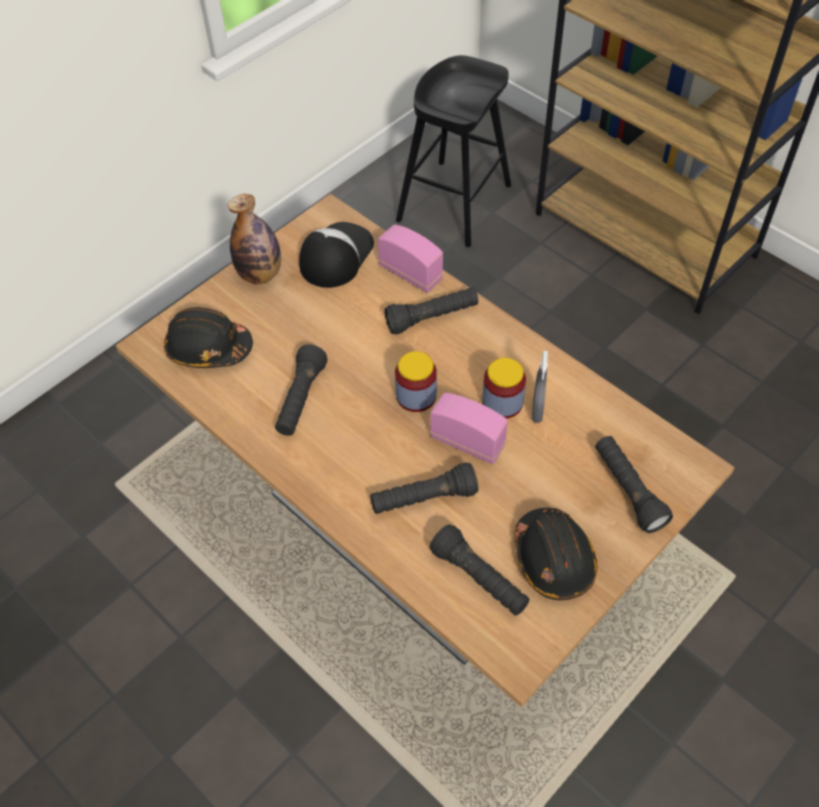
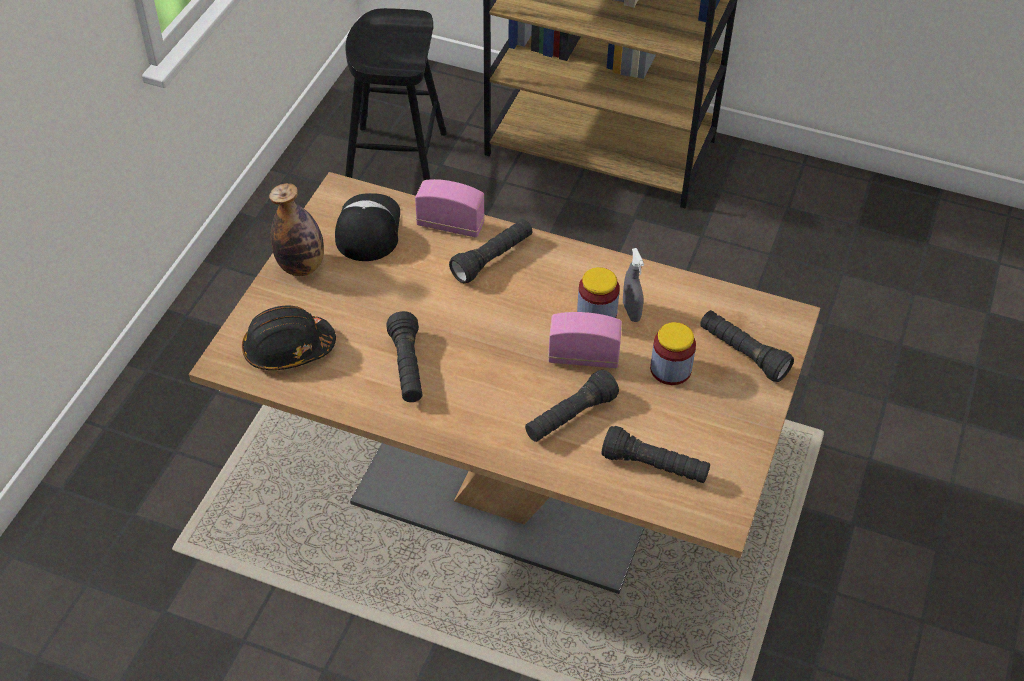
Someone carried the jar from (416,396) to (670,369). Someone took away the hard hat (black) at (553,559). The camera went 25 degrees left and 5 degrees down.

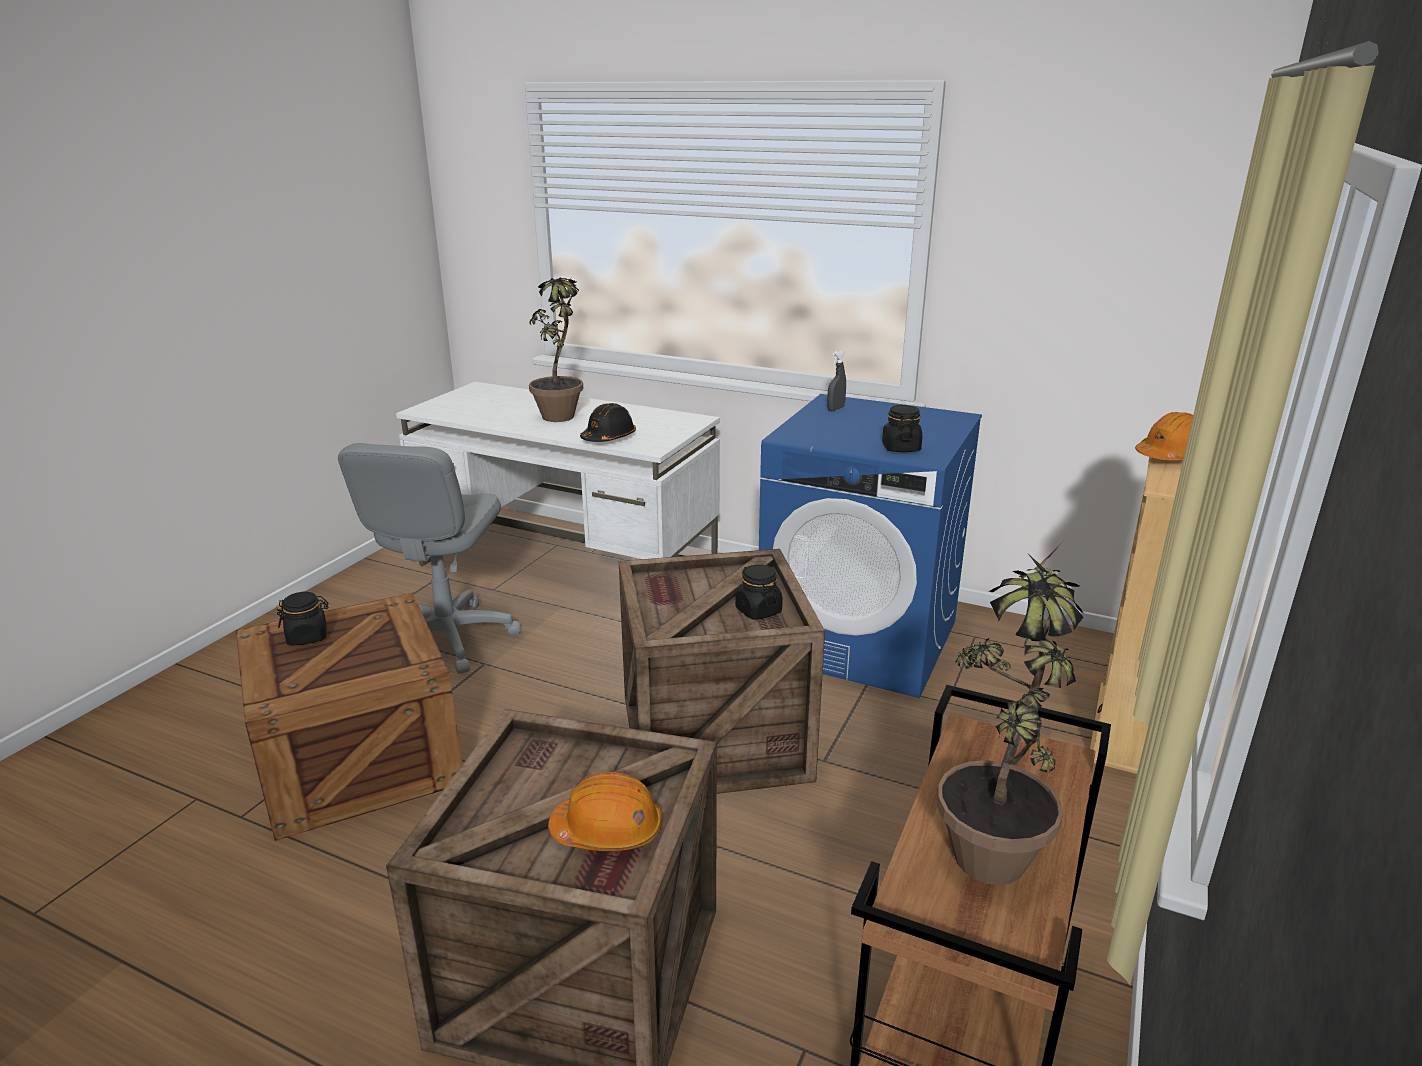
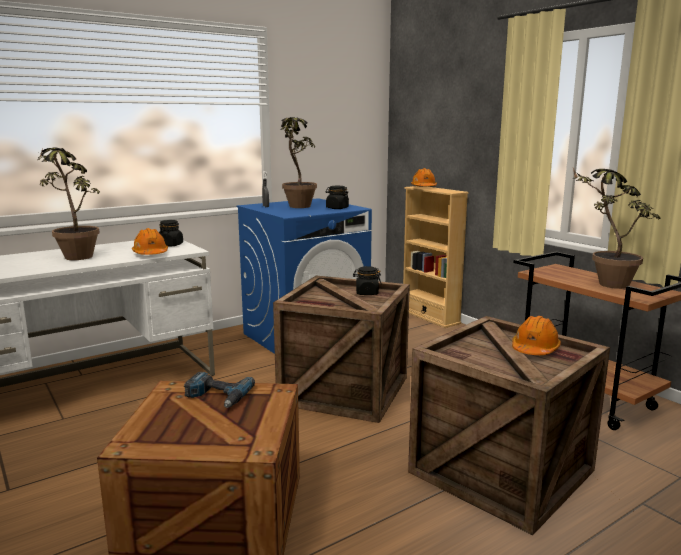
Someone repainted the hard hat (black) at (609,438), which became the hard hat (orange) at (150,254). Someone took away the office chair (grey) at (446,638). Someone carried the jar (black) from (308,636) to (170,245). Someone put down the potted plant at (297,207). Someone put down the power drill at (217,397). The camera went 60 degrees left and 10 degrees down.

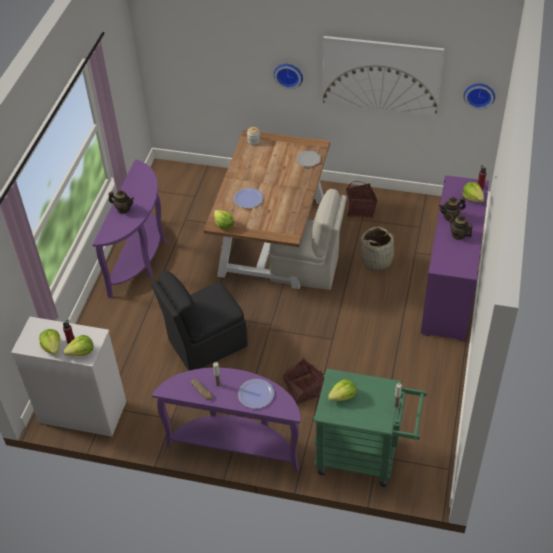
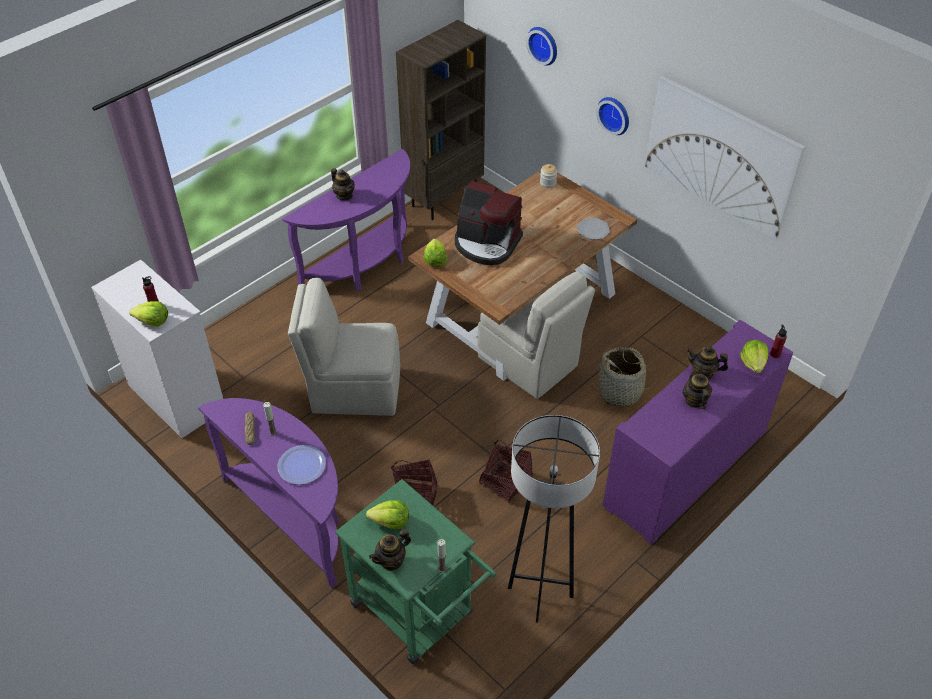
Someone carried the wall clock from (479,94) to (544,44). Someone carried the basket from (360,209) to (505,481). Someone swapped the plate at (248,198) for the coffee machine at (486,244). Someone repainted the chair (black) at (205,343), which became the chair (beige) at (353,390). Someone took away the lettuce at (52,346). Someone put down the bookcase (brown) at (444,198). Someone put down the floor lamp (grey) at (540,592). Someone put down the teapot at (391,561). The camera went 30 degrees right and 0 degrees up.

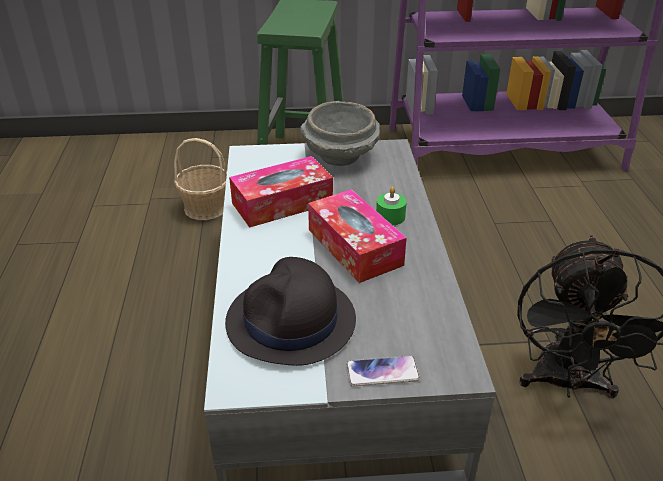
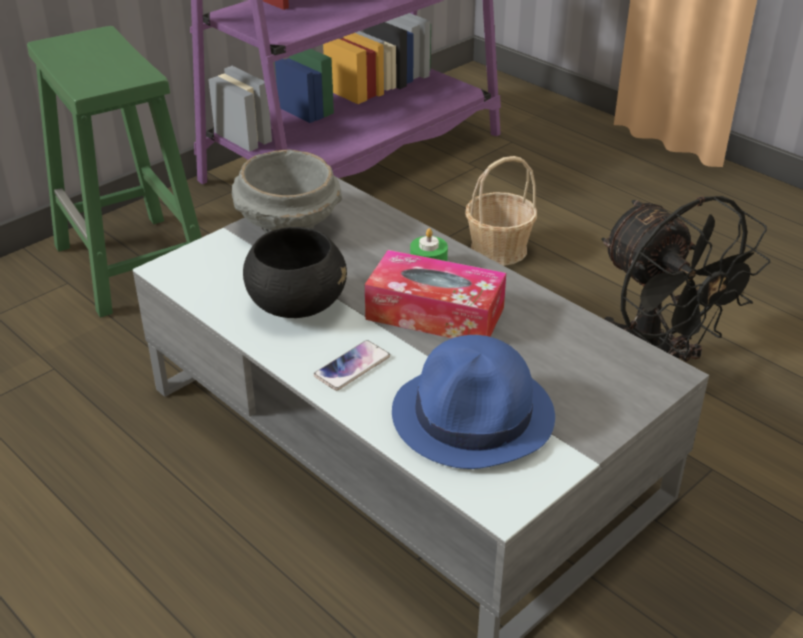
Someone carried the basket from (205,207) to (498,249). Someone swapped the tissue box at (282,203) for the bowl (black) at (296,305). Someone repainted the hat (black) at (291,322), which became the hat (blue) at (474,416). Someone carried the phone from (382,372) to (352,366). The camera went 40 degrees left and 0 degrees up.

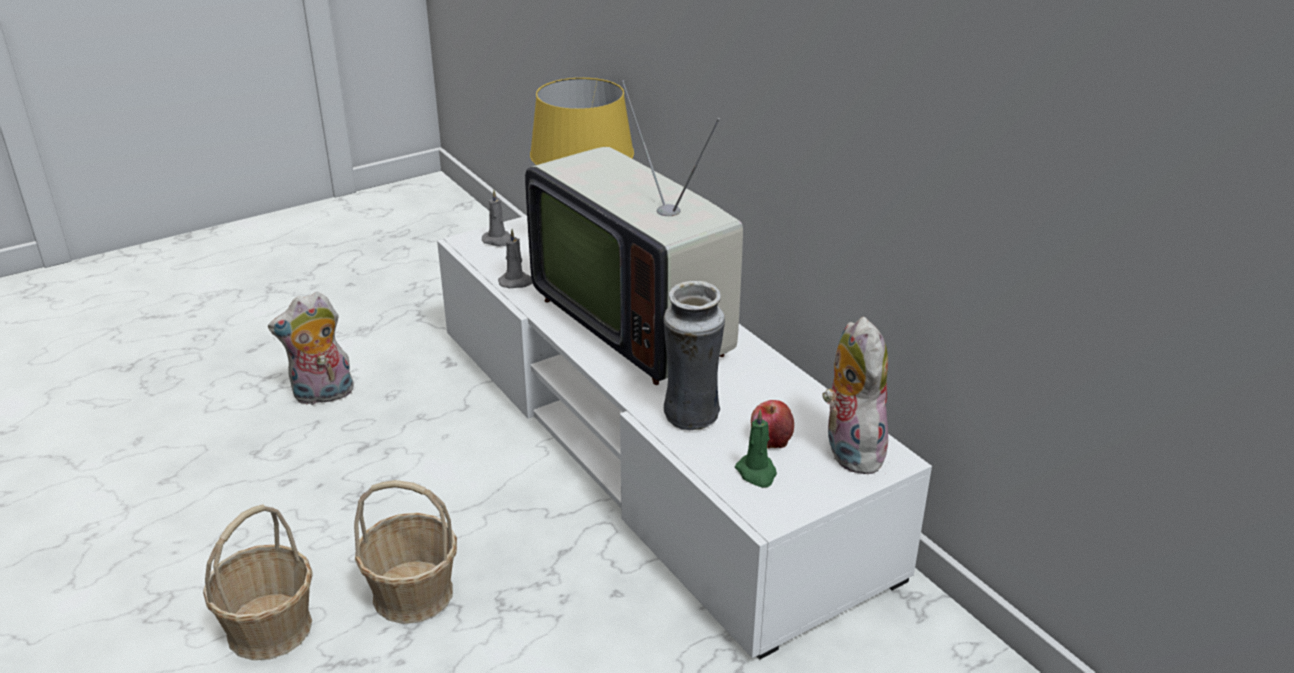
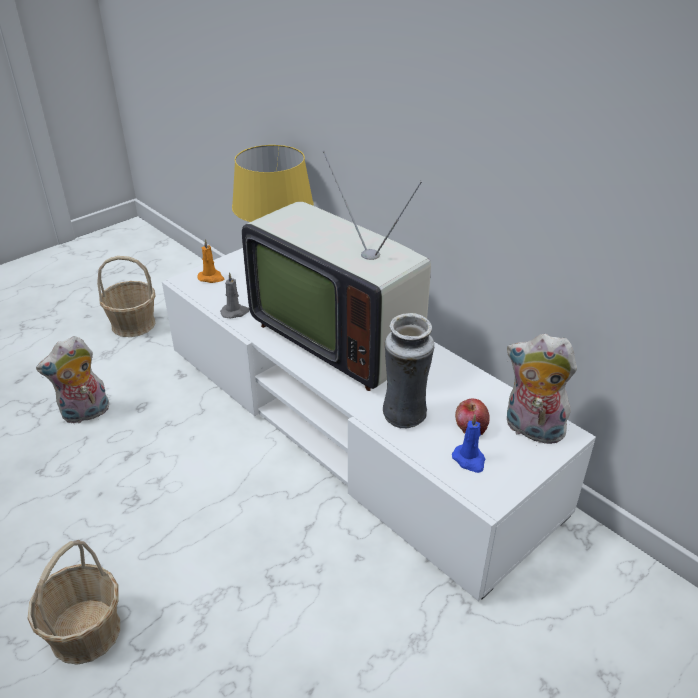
Someone repainted the candle (grey) at (499,241), which became the candle (orange) at (211,278). Someone rotated the plush toy at (849,449) by 45 degrees counterclockwise. Someone repainted the candle (green) at (757,473), which became the candle (blue) at (469,460). Someone carried the basket from (412,593) to (133,324). The camera went 10 degrees left and 5 degrees up.

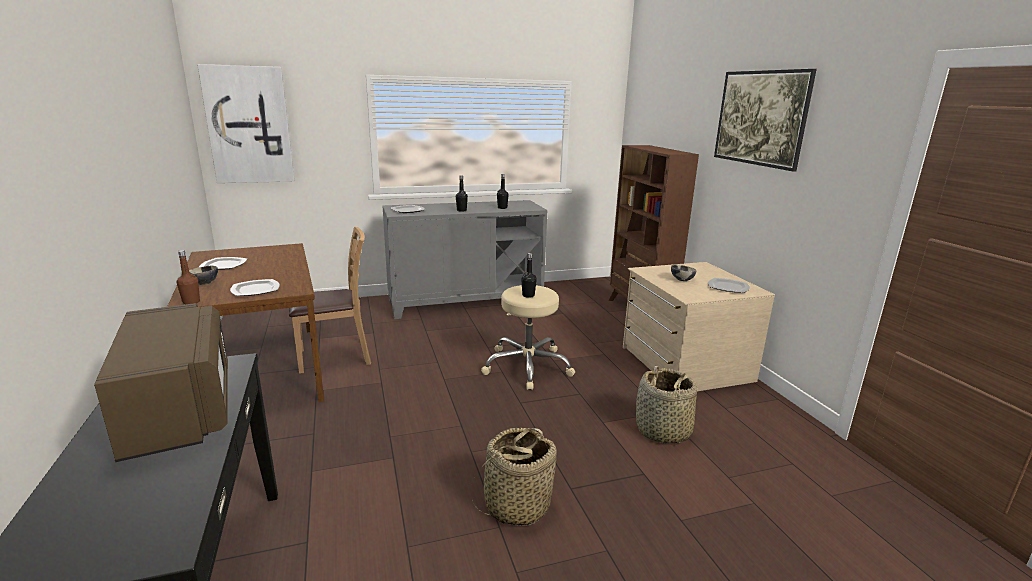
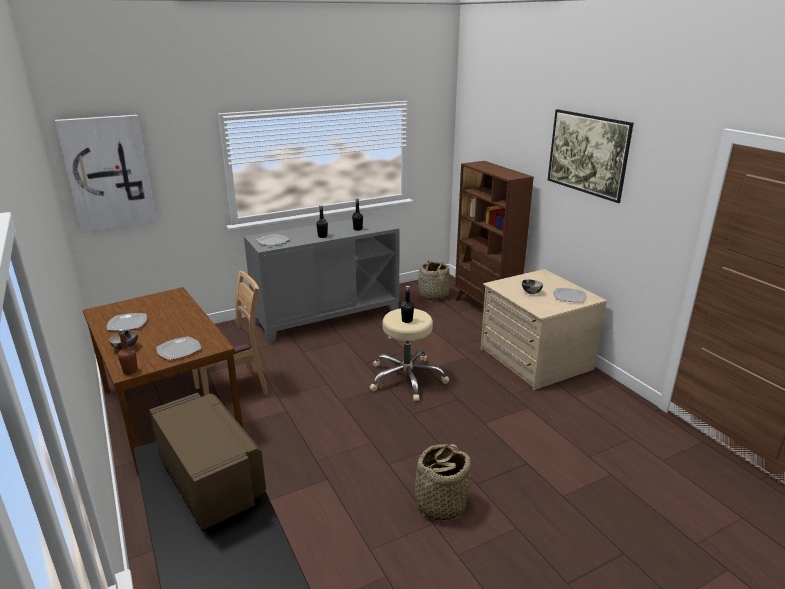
Someone carried the basket from (663,431) to (433,295). The camera went 10 degrees left and 5 degrees up.

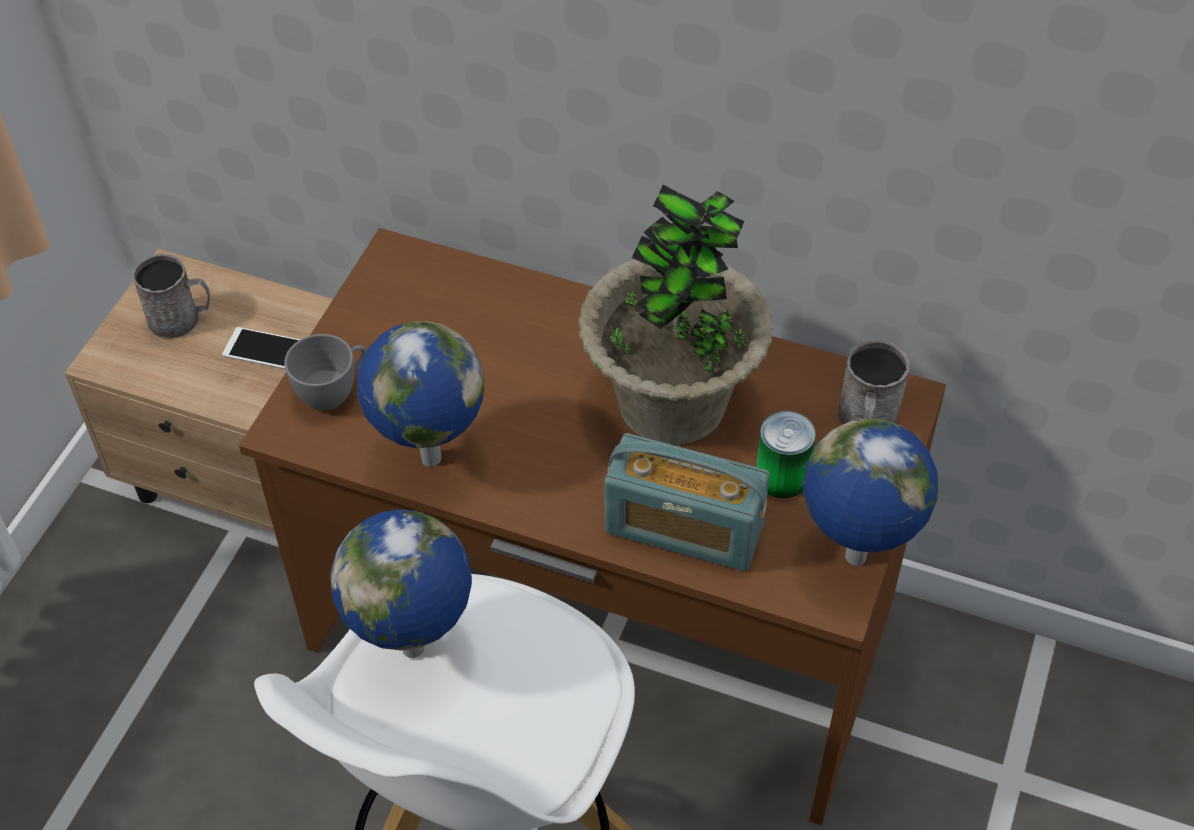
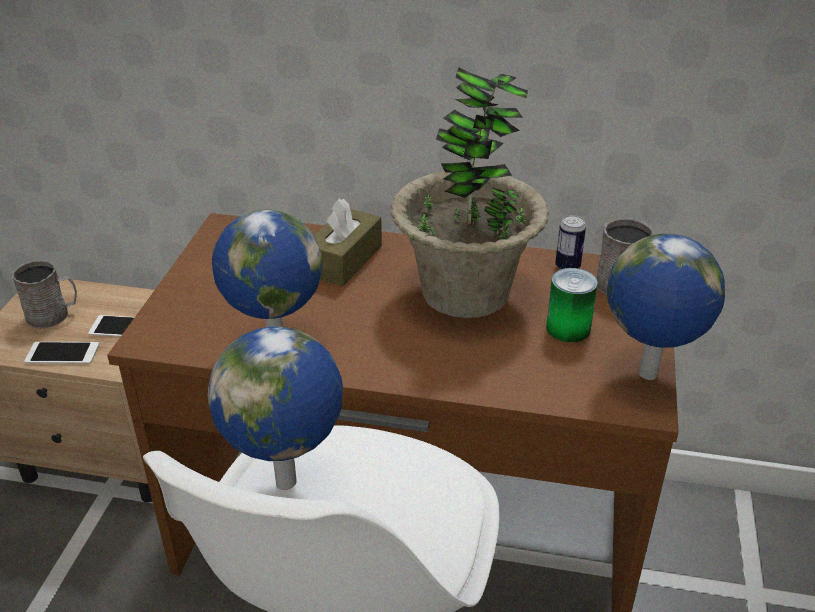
Someone took away the cup (grey) at (333,392). Someone took away the radio at (683,529). Someone put down the tissue box (brown) at (344,260). Someone put down the can at (567,266). Someone put down the phone at (62,353). The camera went 10 degrees left and 15 degrees down.

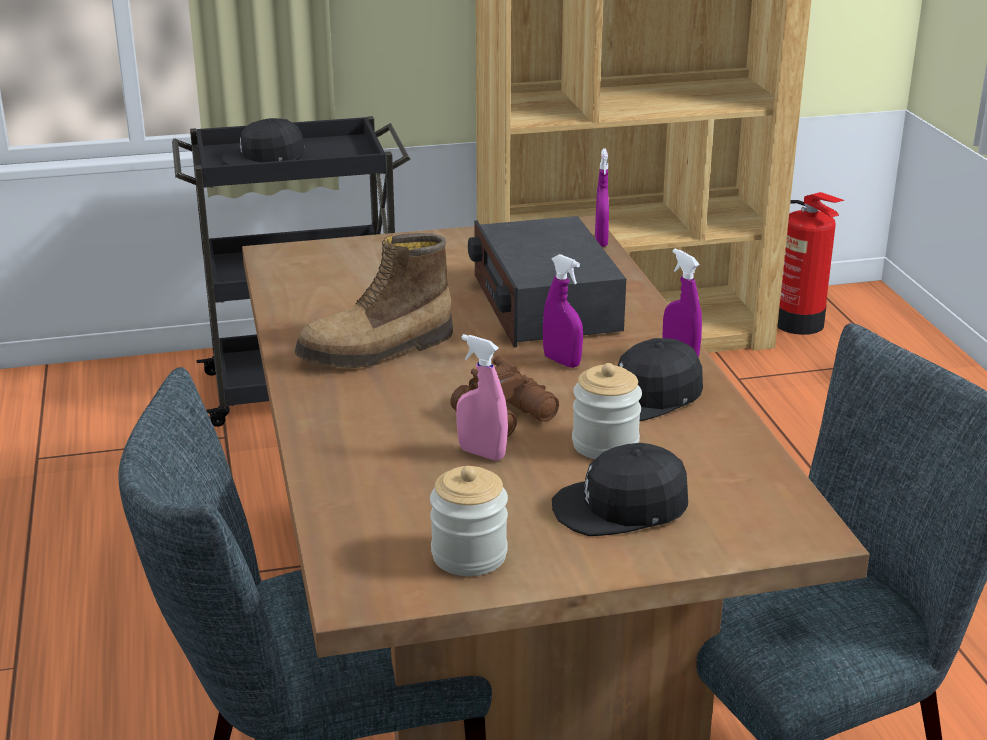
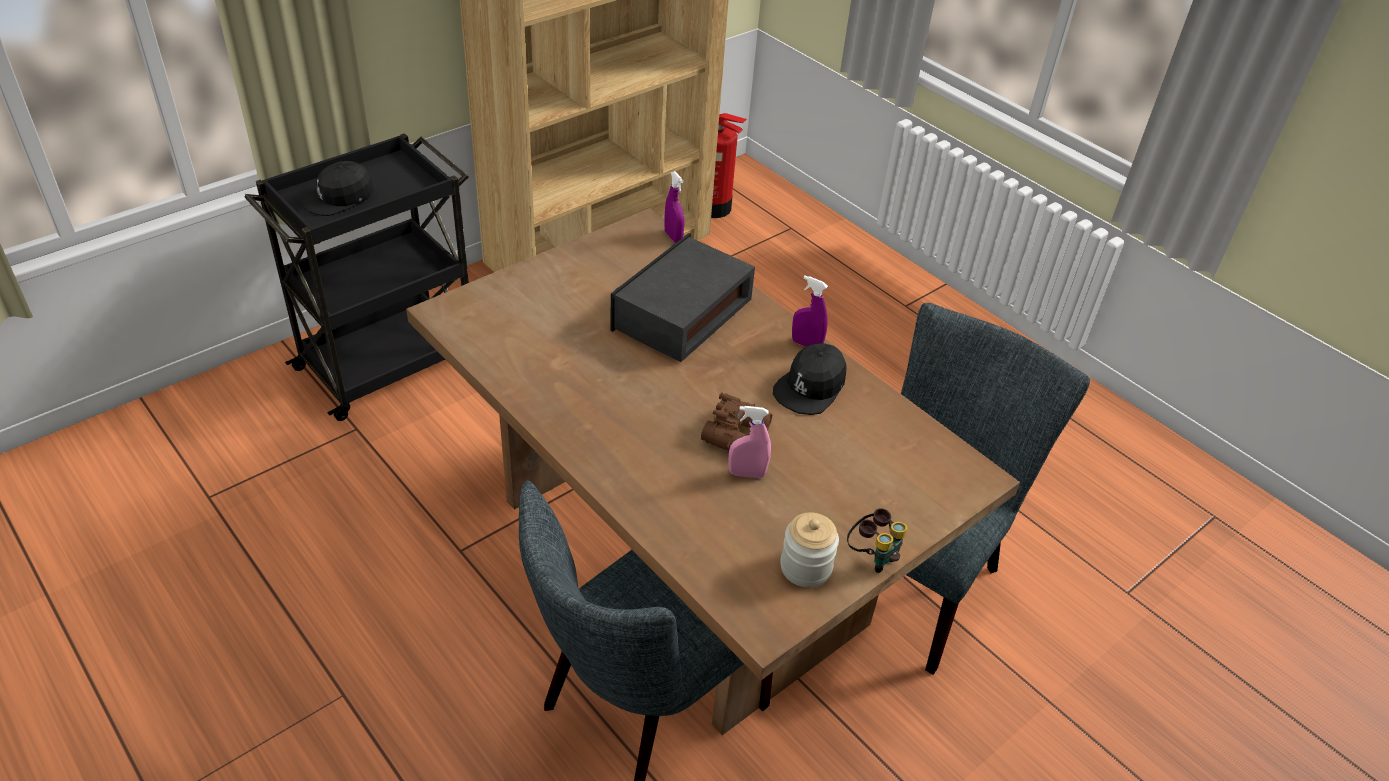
Someone rotated the radio at (544,304) by 75 degrees clockwise. Someone took away the boot at (377,351). Someone took away the spray bottle (purple) at (562,361). Someone took away the jar at (605,445). Someone took away the cap (black) at (621,507). Someone put down the binoculars at (872,556). The camera went 30 degrees left and 15 degrees up.

